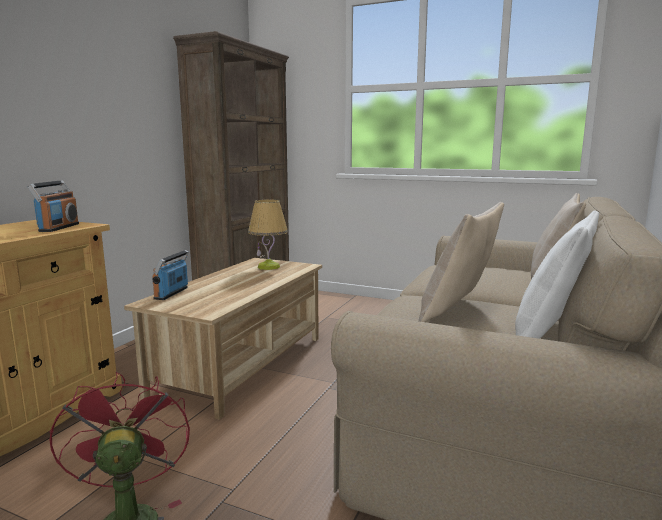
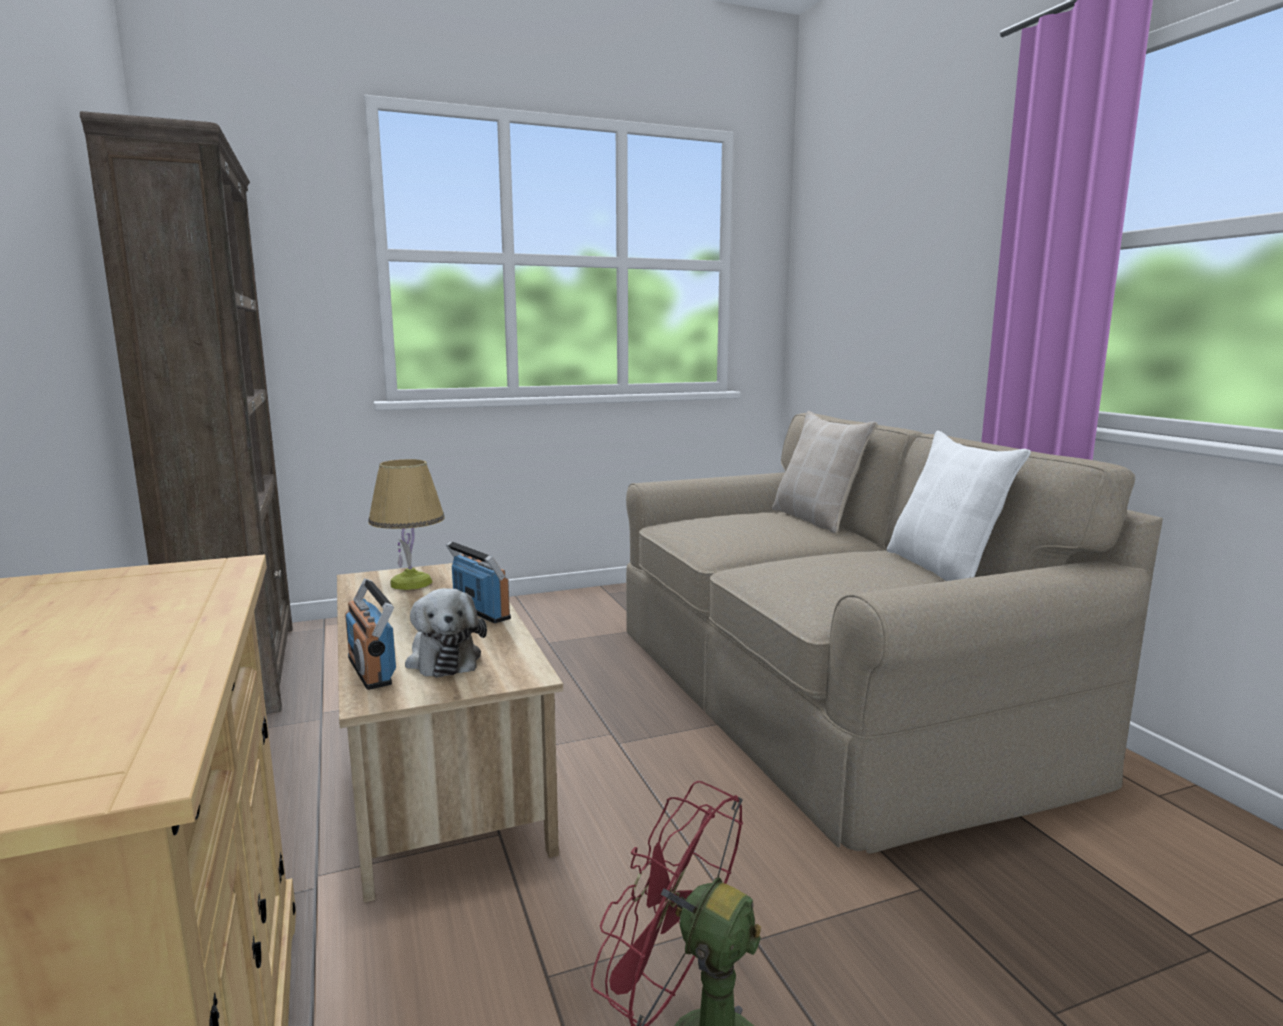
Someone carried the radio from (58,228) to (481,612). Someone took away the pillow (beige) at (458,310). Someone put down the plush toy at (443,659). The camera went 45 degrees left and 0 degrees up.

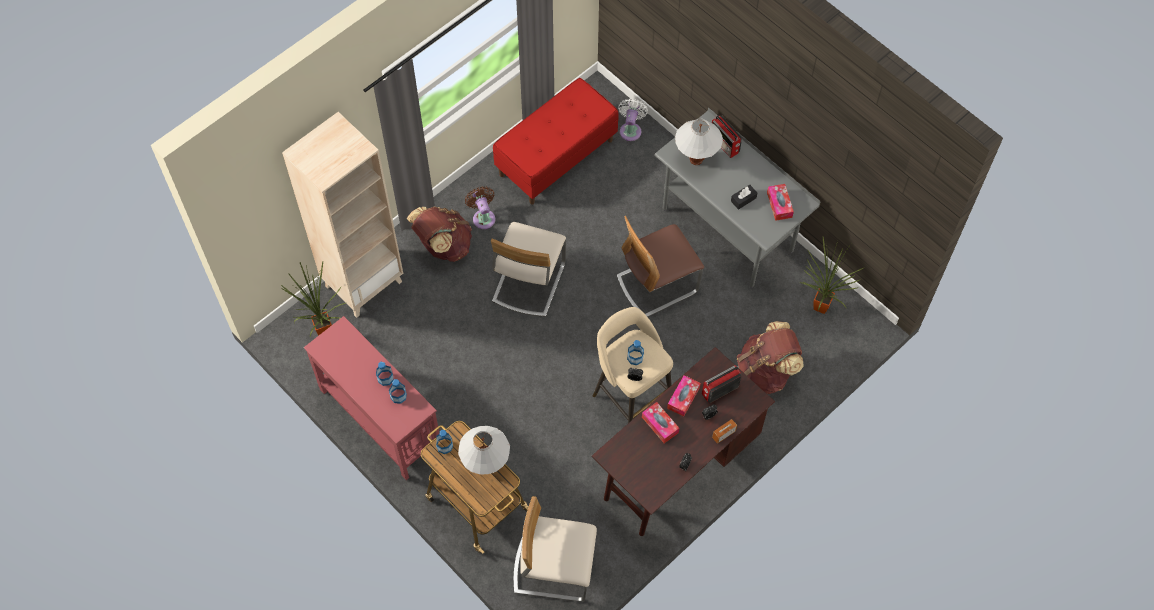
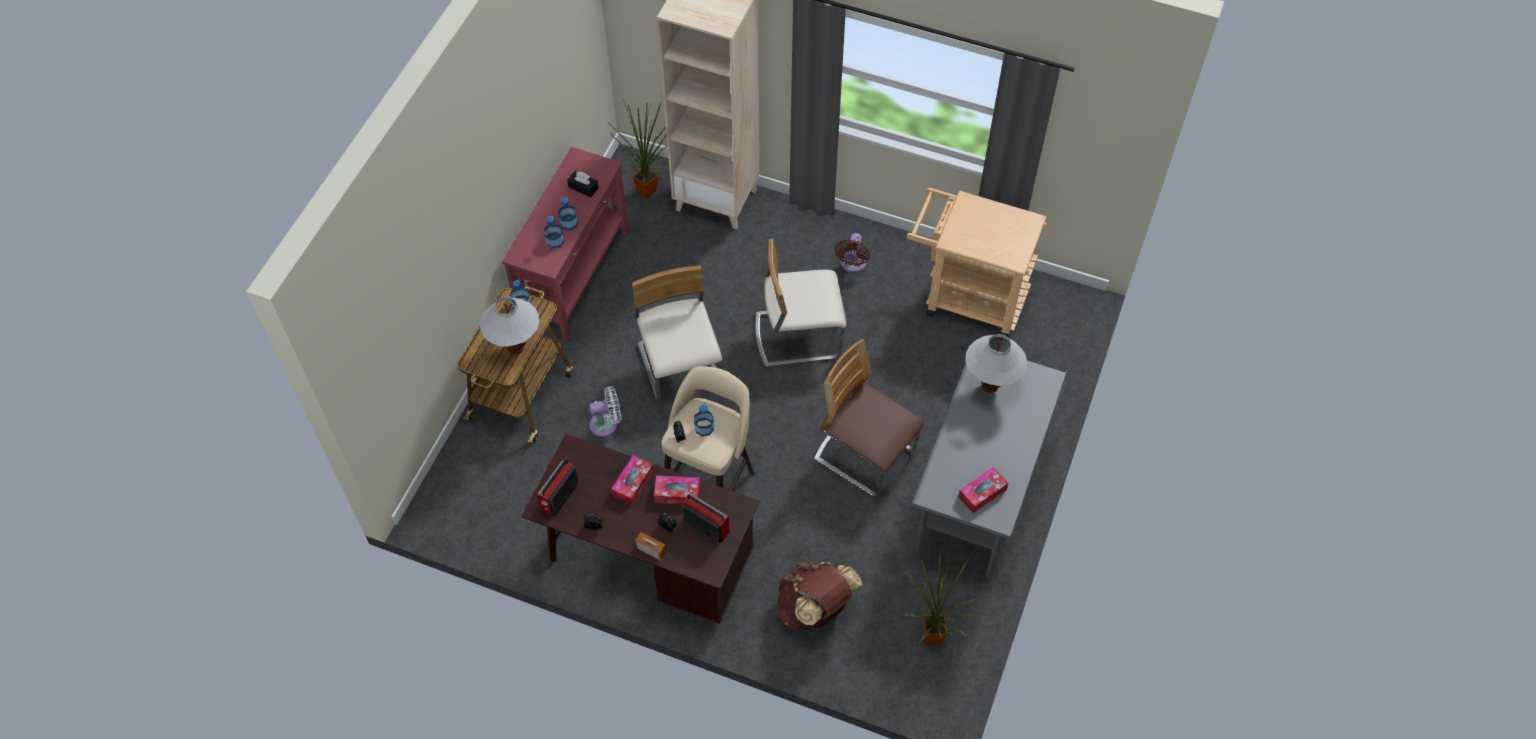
Someone swapped the bench (red) at (556,157) for the cart (beige) at (966,298). Someone carried the fan (white) from (631,129) to (607,424). Someone carried the radio from (725,144) to (559,497). Someone carried the tissue box (black) from (743,199) to (583,187). Someone rotated the fan (brown) at (483,217) by 150 degrees clockwise. Someone took away the backpack (brown) at (443,246). Someone carried the chair (beige) from (553,567) to (680,366). The camera went 65 degrees right and 5 degrees down.

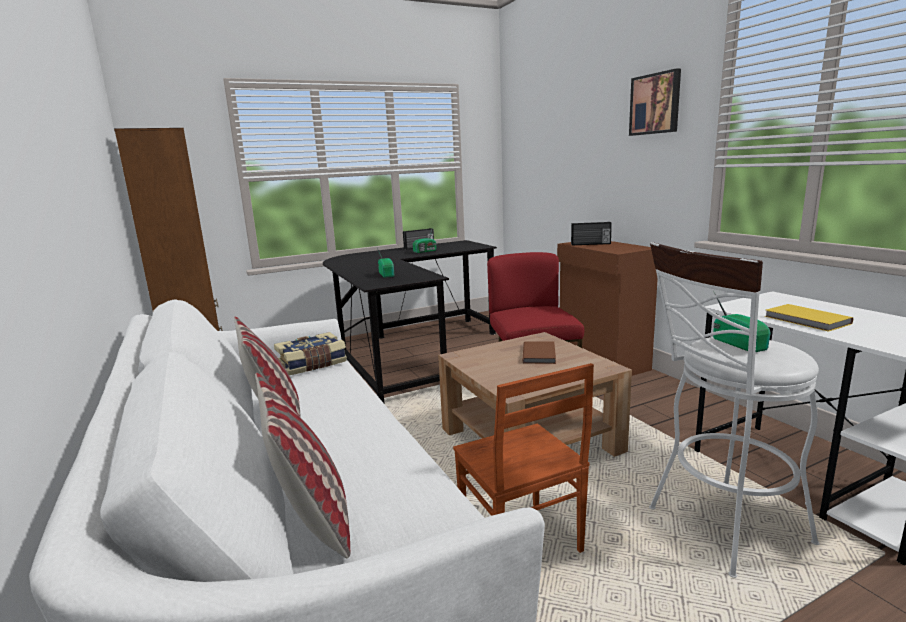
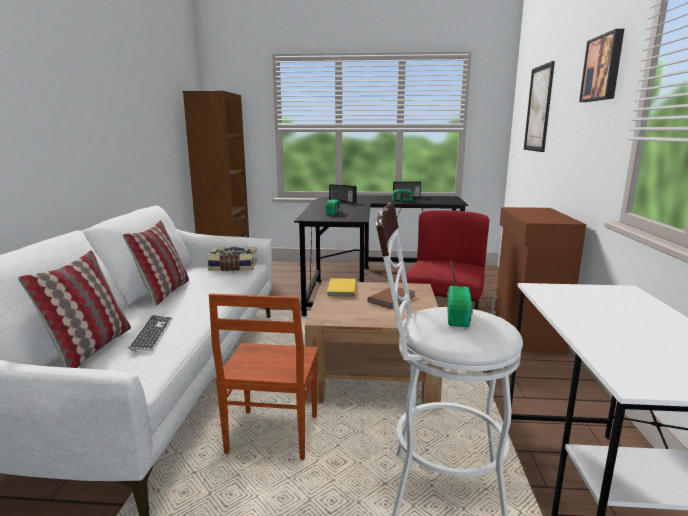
Someone carried the radio from (590,244) to (342,201). Someone carried the book (yellow) from (806,320) to (340,289). Someone put up the picture at (538,109). Someone put down the keyboard at (152,334). The camera went 30 degrees right and 0 degrees up.

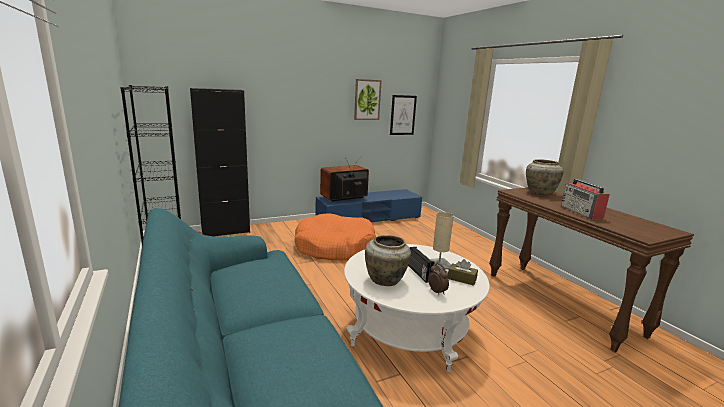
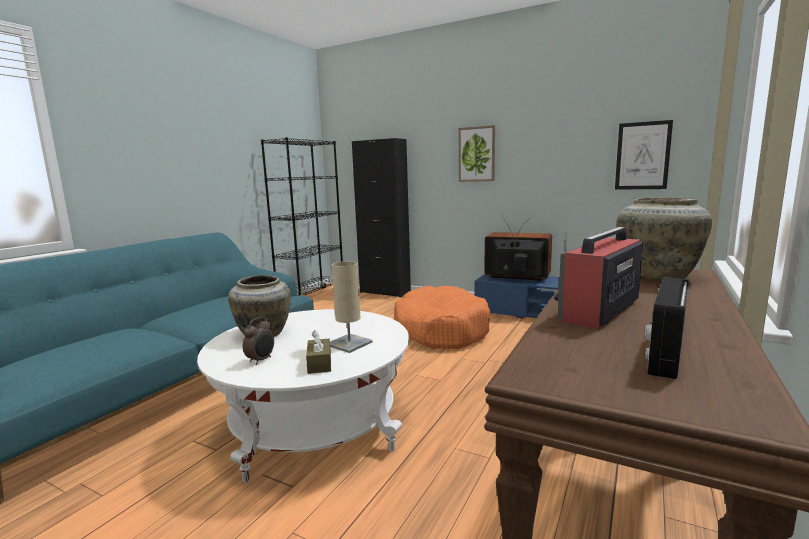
Someone carried the picture from (367,100) to (476,154). Someone carried the radio from (419,273) to (663,353). The camera went 55 degrees right and 5 degrees down.

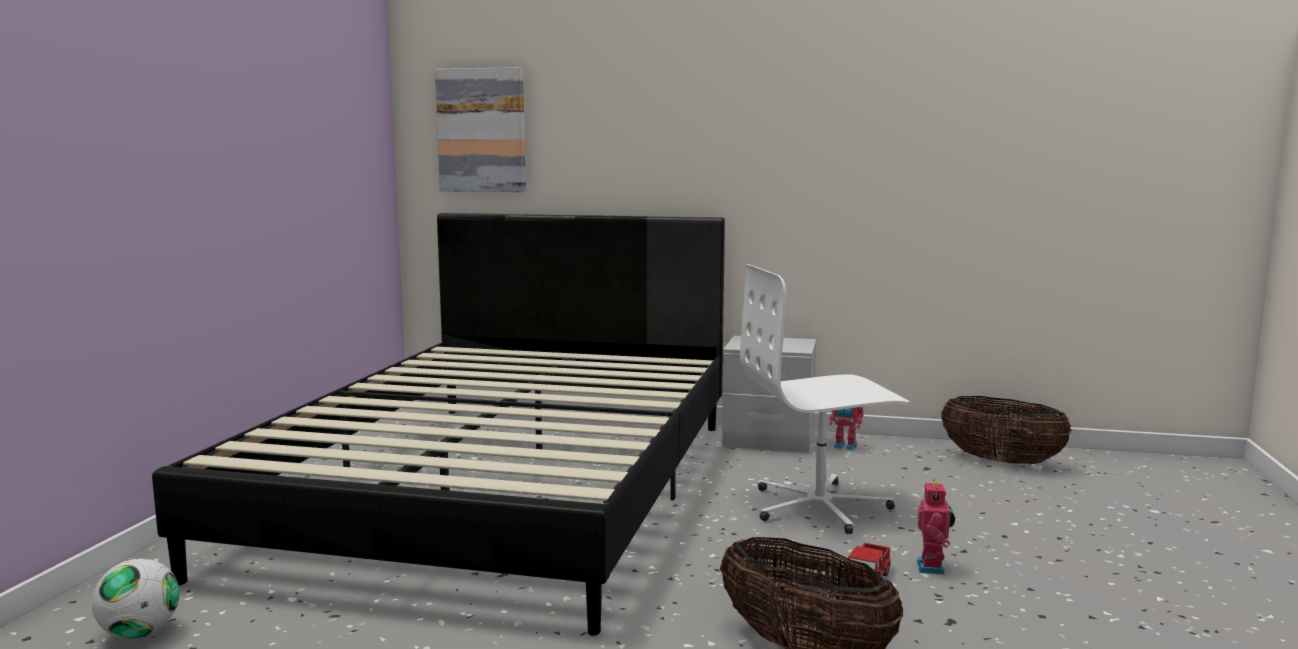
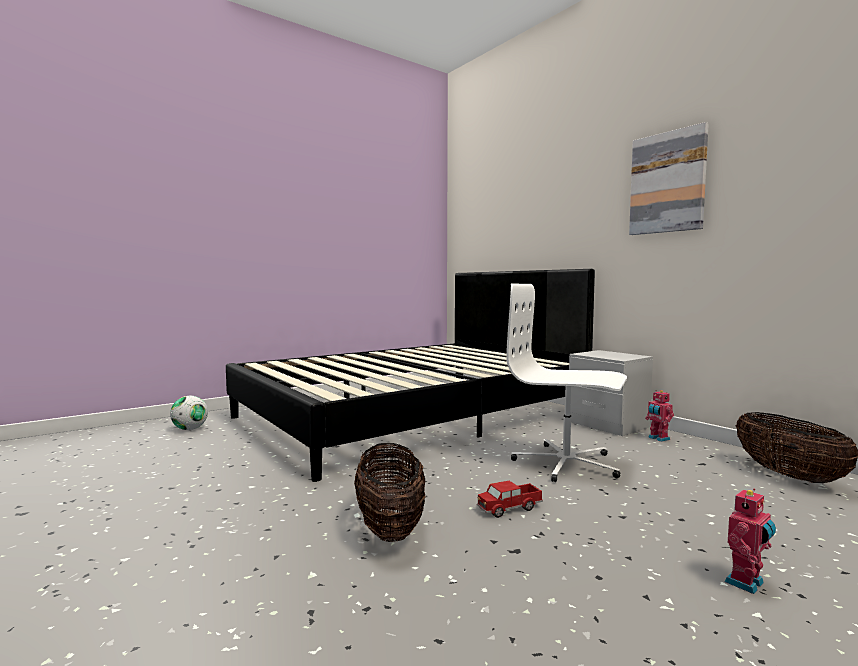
Someone carried the picture from (482,130) to (667,183). Someone carried the toy robot from (933,567) to (747,583). The camera went 40 degrees right and 5 degrees down.

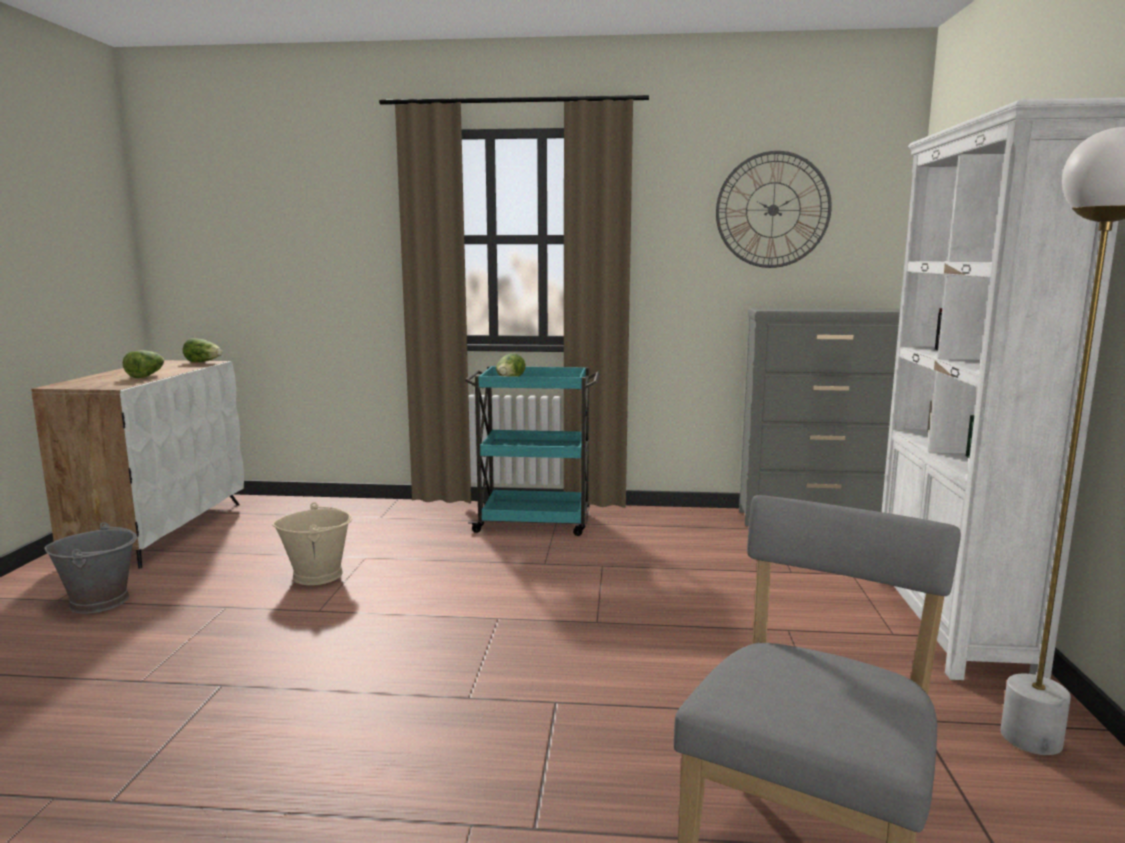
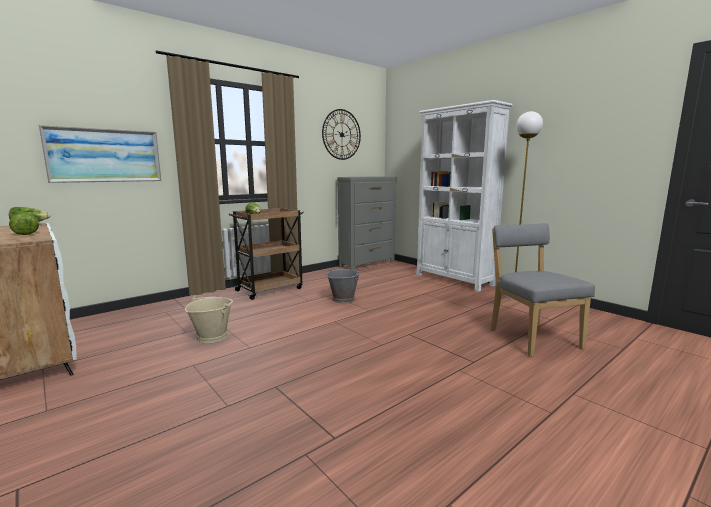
Someone repainted the cart (turquoise) at (535,522), which became the cart (brown) at (270,289). Someone carried the bucket (grey) from (100,601) to (343,299). Someone put up the picture at (105,155). The camera went 45 degrees left and 0 degrees up.

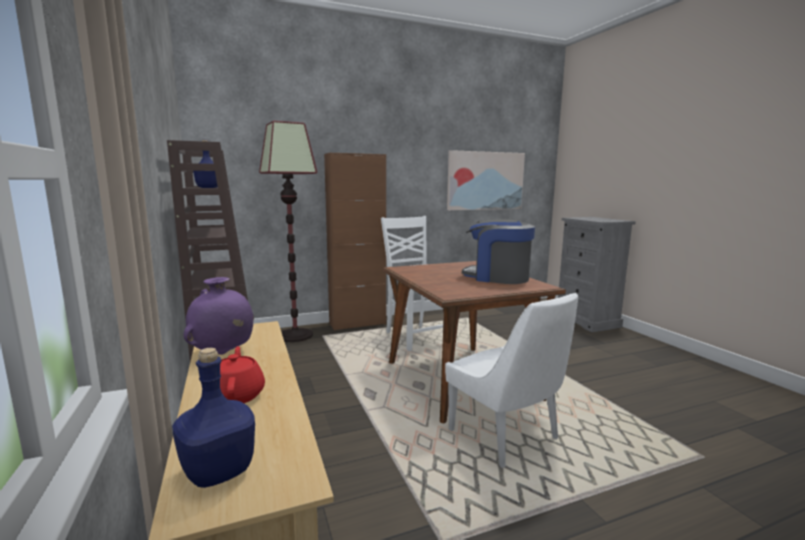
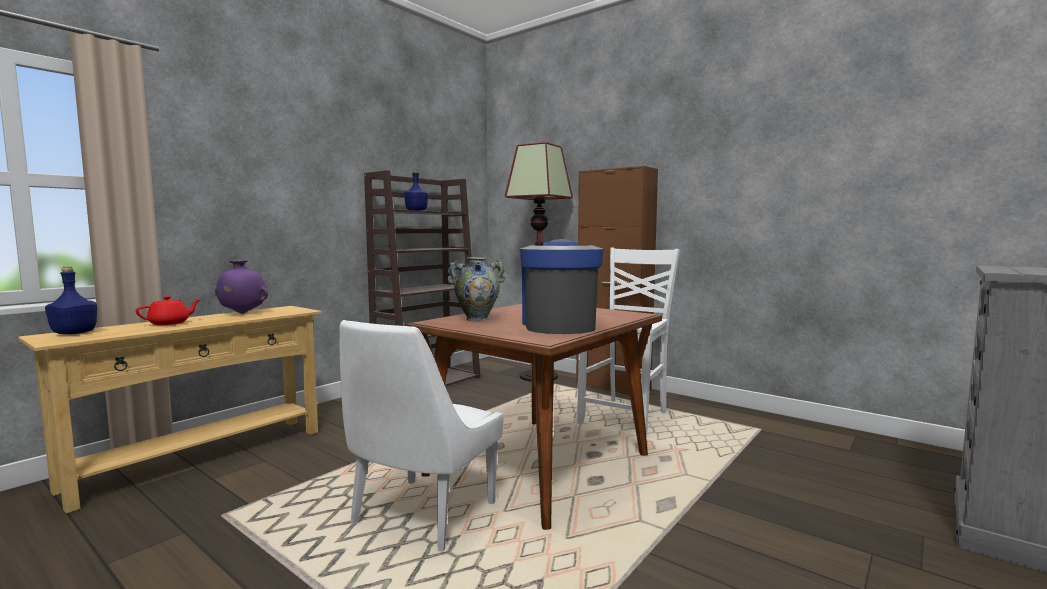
Someone took away the picture at (485,181). Someone put down the vase at (477,319). The camera went 60 degrees right and 5 degrees down.

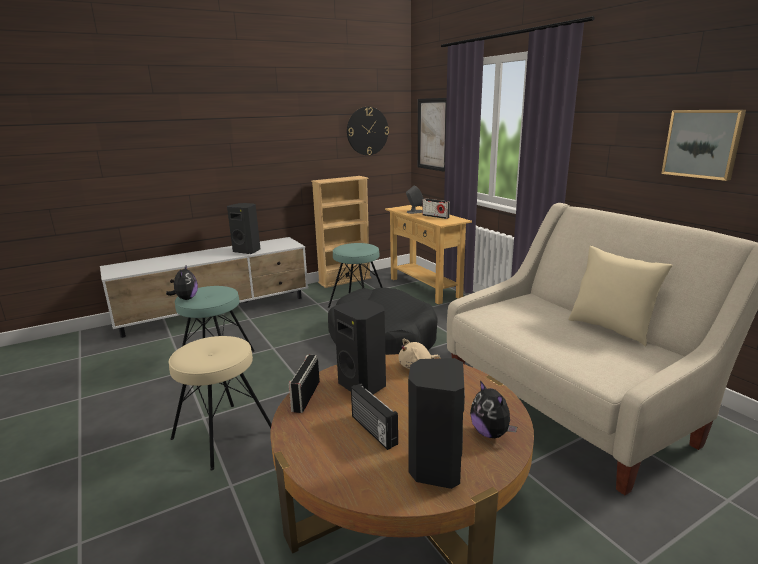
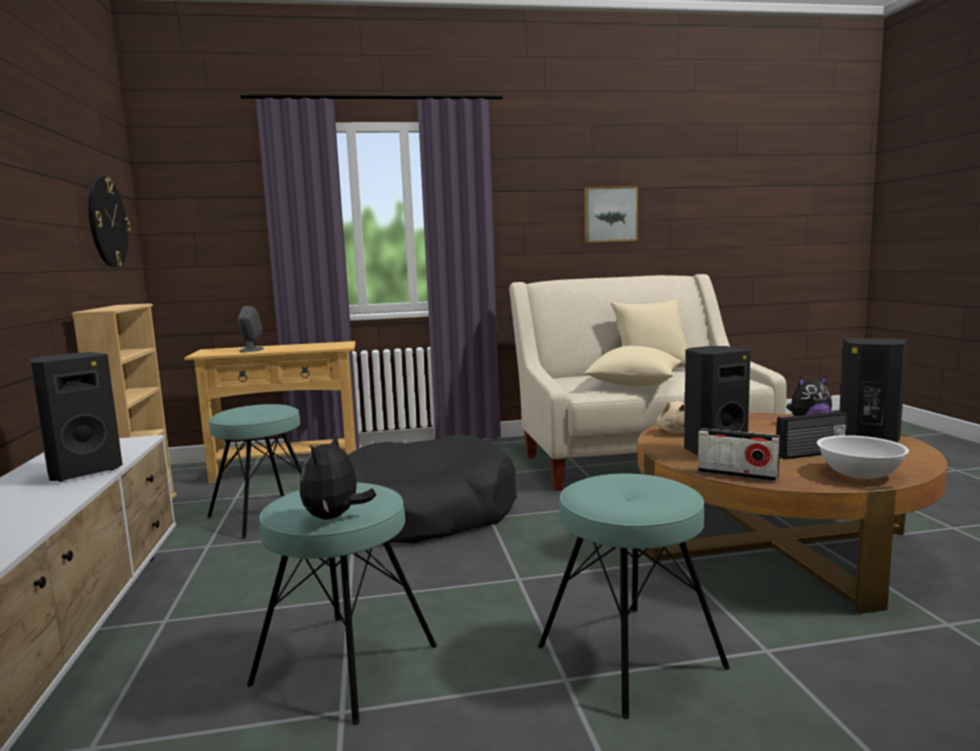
Someone took away the picture at (433,134). Someone took away the radio at (435,216). Someone rotated the plush toy at (186,299) by 90 degrees counterclockwise. Someone repainted the stool (beige) at (223,435), which became the stool (turquoise) at (630,657). Someone put down the pillow (beige) at (634,385). Someone put down the bowl (white) at (859,474). The camera went 70 degrees left and 10 degrees down.

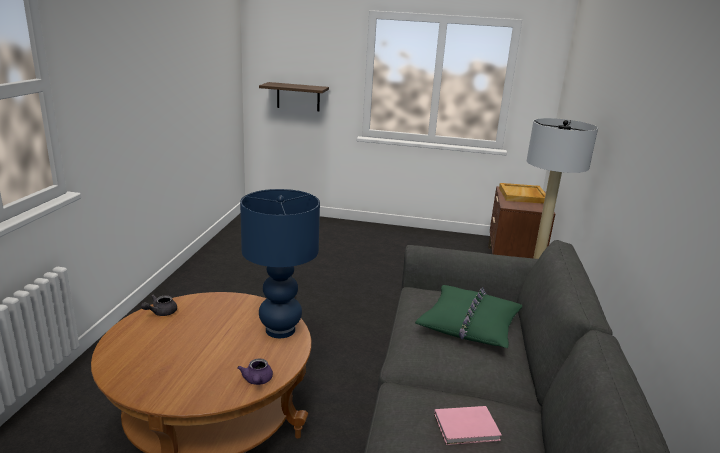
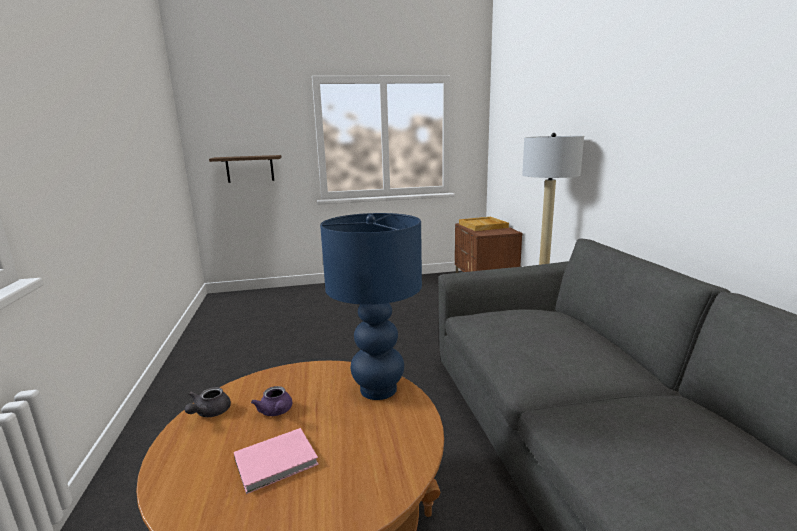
Someone took away the pillow (green) at (469,324). Someone carried the teapot (purple) from (257,381) to (276,412). Someone carried the book (pink) from (468,428) to (278,461). The camera went 20 degrees left and 5 degrees down.

